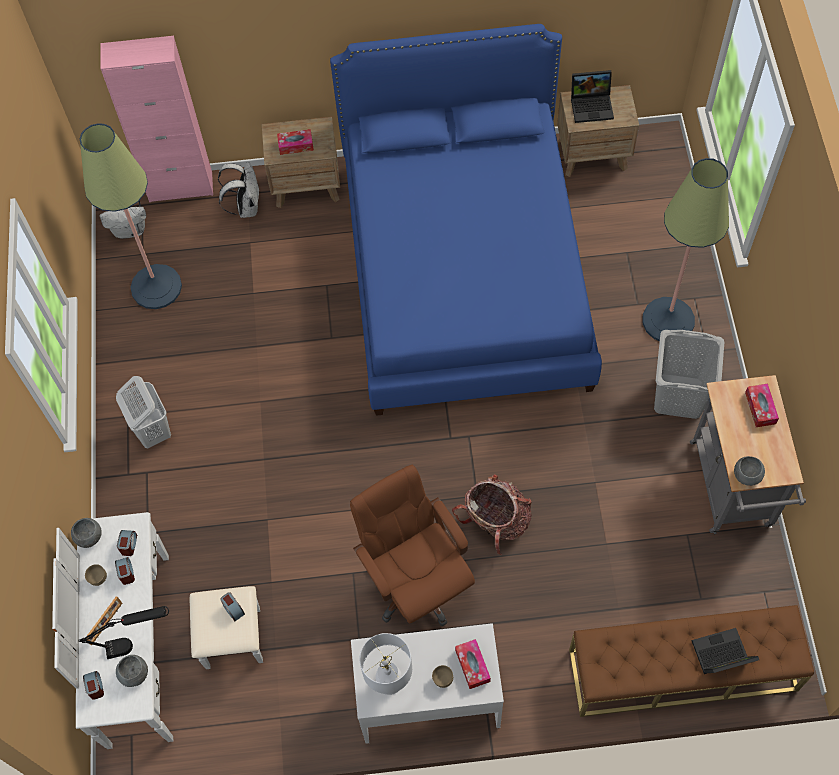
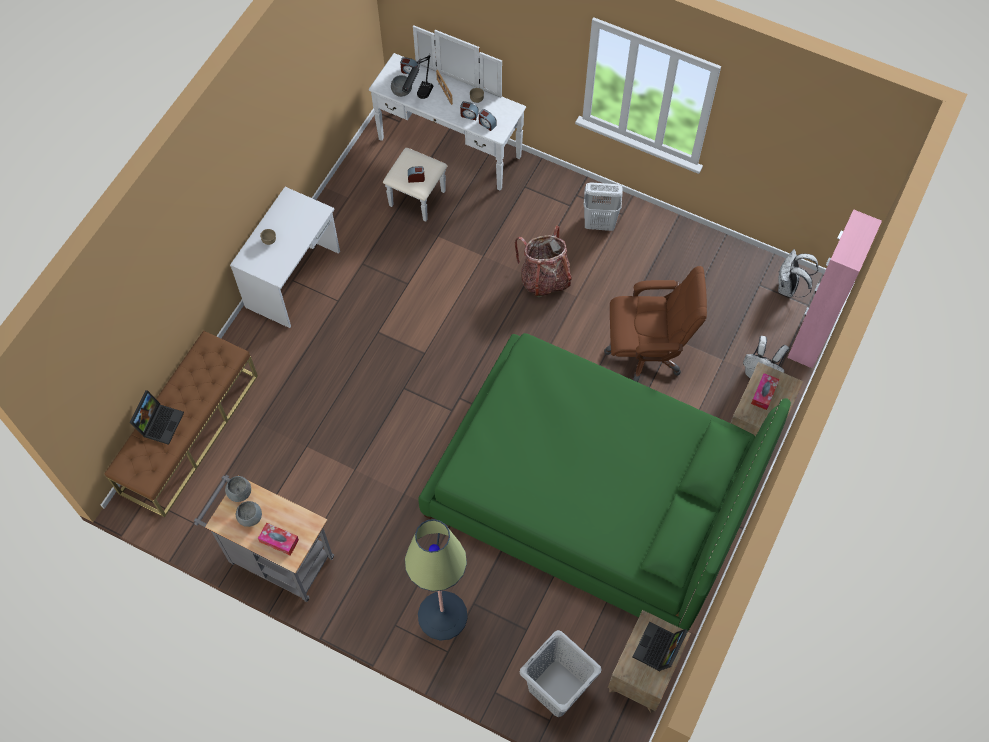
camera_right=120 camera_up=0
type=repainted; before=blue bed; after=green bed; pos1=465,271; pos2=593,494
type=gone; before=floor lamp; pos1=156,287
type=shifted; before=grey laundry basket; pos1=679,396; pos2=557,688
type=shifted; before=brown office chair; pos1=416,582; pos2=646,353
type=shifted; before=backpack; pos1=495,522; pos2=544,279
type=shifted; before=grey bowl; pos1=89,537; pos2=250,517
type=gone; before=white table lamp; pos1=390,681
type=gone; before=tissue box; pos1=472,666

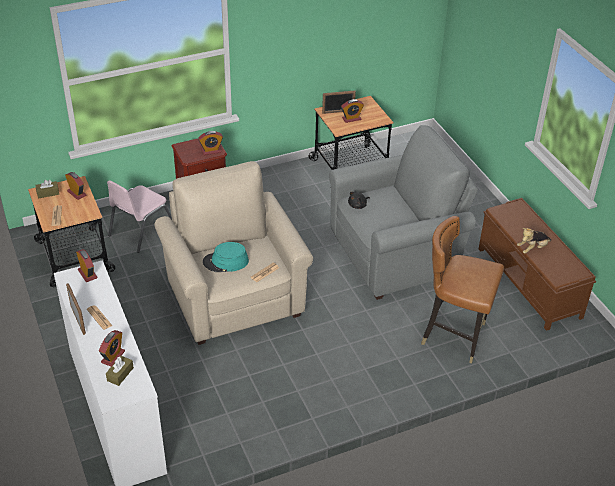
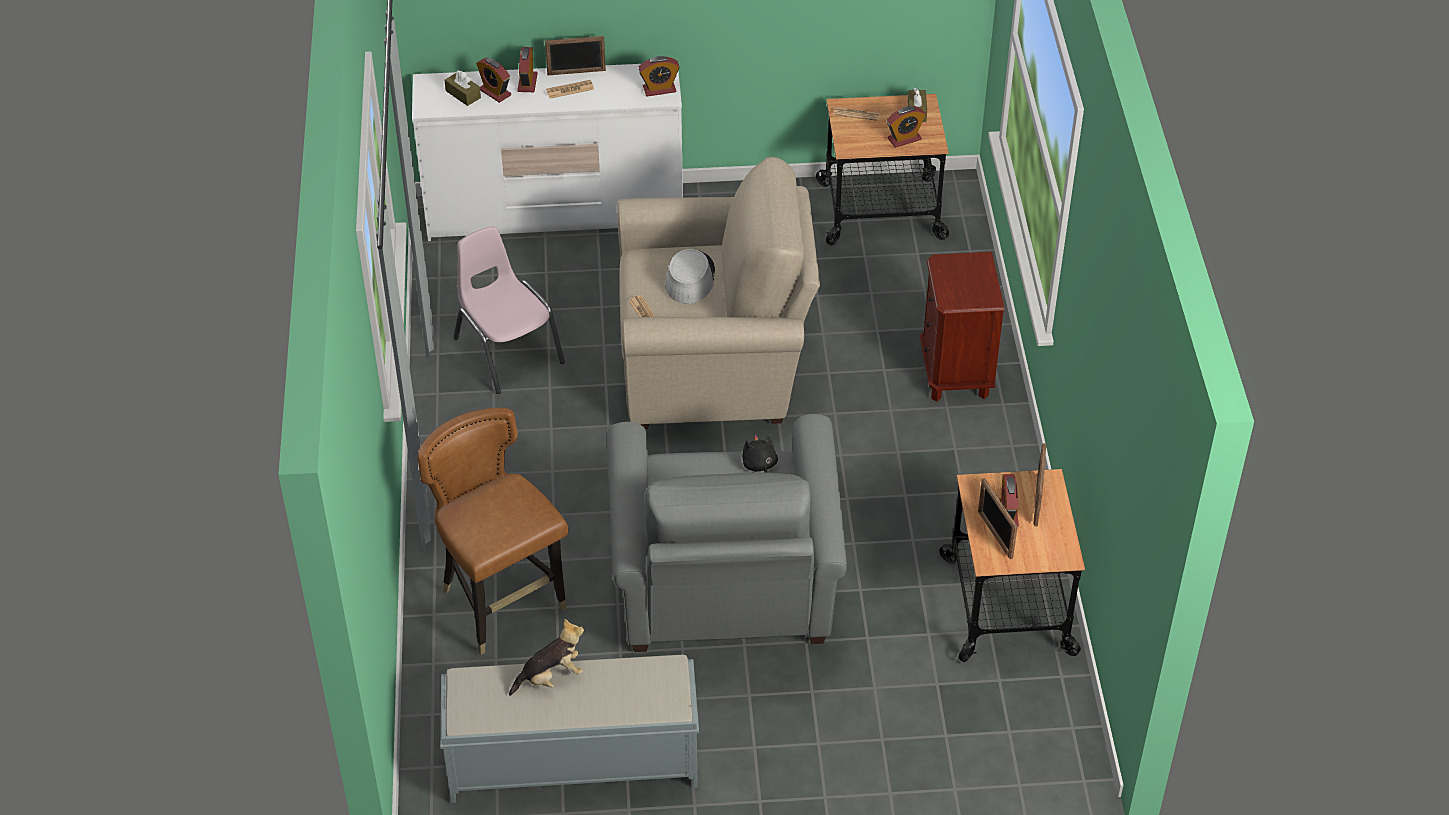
camera_right=110 camera_up=5
type=shifted; before=alarm clock; pos1=211,151; pos2=527,83
type=shifted; before=pink chair; pos1=141,230; pos2=507,350
type=repainted; before=brown bench; after=grey bench; pos1=529,283; pos2=571,761
type=rotated; before=brown chair; pos1=454,336; pos2=502,604; turn=-75
type=rotated; before=plush toy; pos1=532,248; pos2=551,677; turn=75
type=repainted; before=turquoise hat; after=grey hat; pos1=225,262; pos2=689,278
type=new; after=picture frame; pos2=995,534

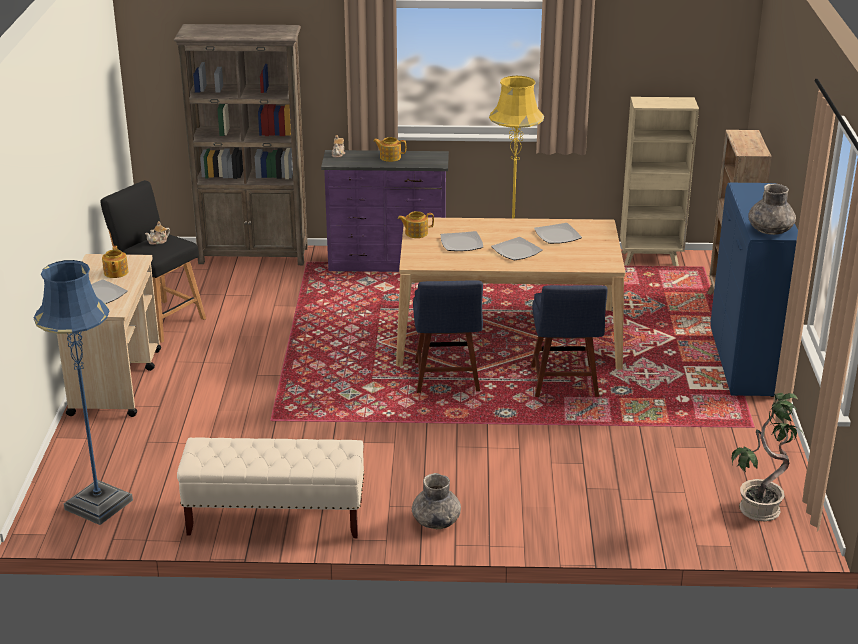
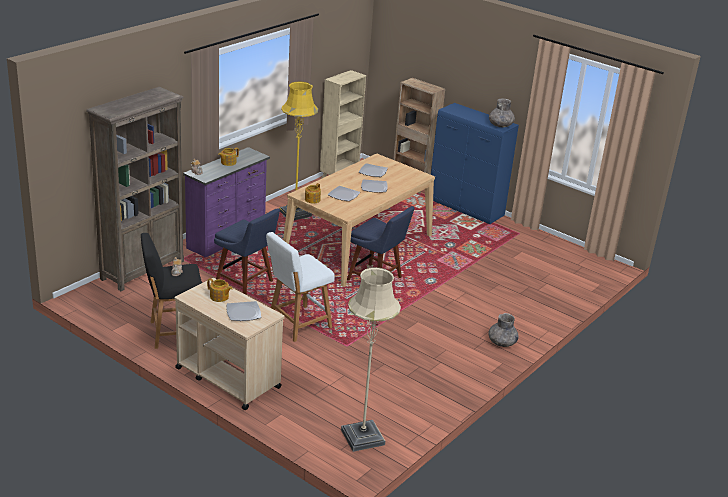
camera_right=-55 camera_up=0
type=repainted; before=blue floor lamp; after=beige floor lamp; pos1=98,504; pos2=362,437
type=shifted; before=blue chair; pos1=564,384; pos2=246,283
type=gone; before=potted plant; pos1=758,508
type=gone; before=beige bench; pos1=275,518
type=new; after=white stool; pos2=297,324

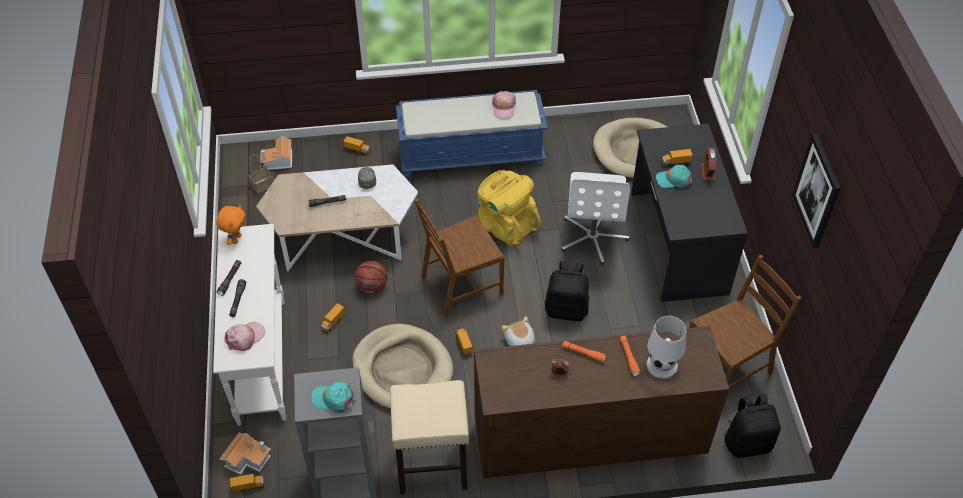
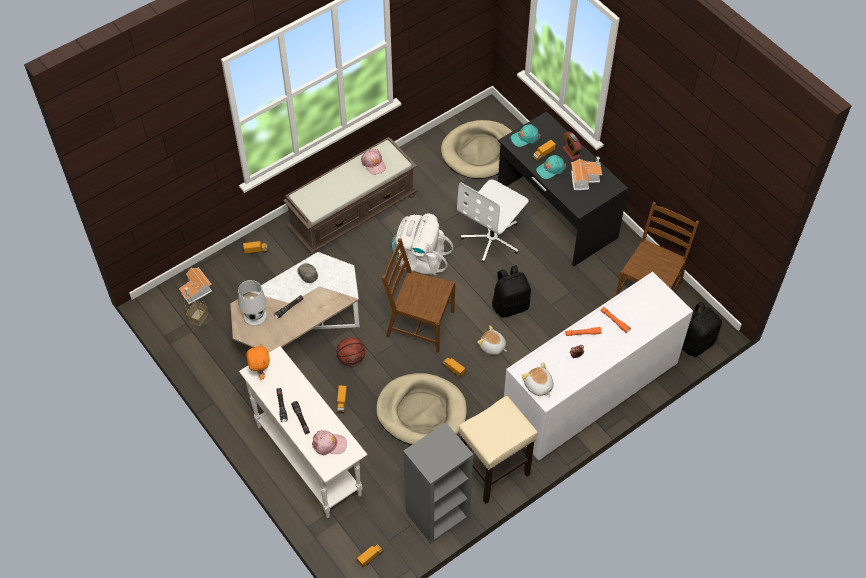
camera_right=-30 camera_up=5
type=repainted; before=blue bench; after=brown bench; pos1=472,154; pos2=353,212
type=gone; before=picture; pos1=817,191
type=repainted; before=yellow backpack; after=white backpack; pos1=505,225; pos2=419,259
type=rotated; before=white office chair; pos1=593,237; pos2=492,238; turn=60
type=rotated; before=brown chair; pos1=461,285; pos2=419,324; turn=75
type=shifted; before=white table lamp; pos1=661,365; pos2=255,316
type=rotated; before=pink cap; pos1=245,337; pos2=329,444; turn=75
type=repainted; before=brown dresser; after=white dresser; pos1=587,439; pos2=588,395
type=shifted; before=turquoise cap; pos1=333,399; pos2=525,138
type=shifted; before=toy house; pos1=248,458; pos2=584,178
type=new; after=plush toy; pos2=538,386

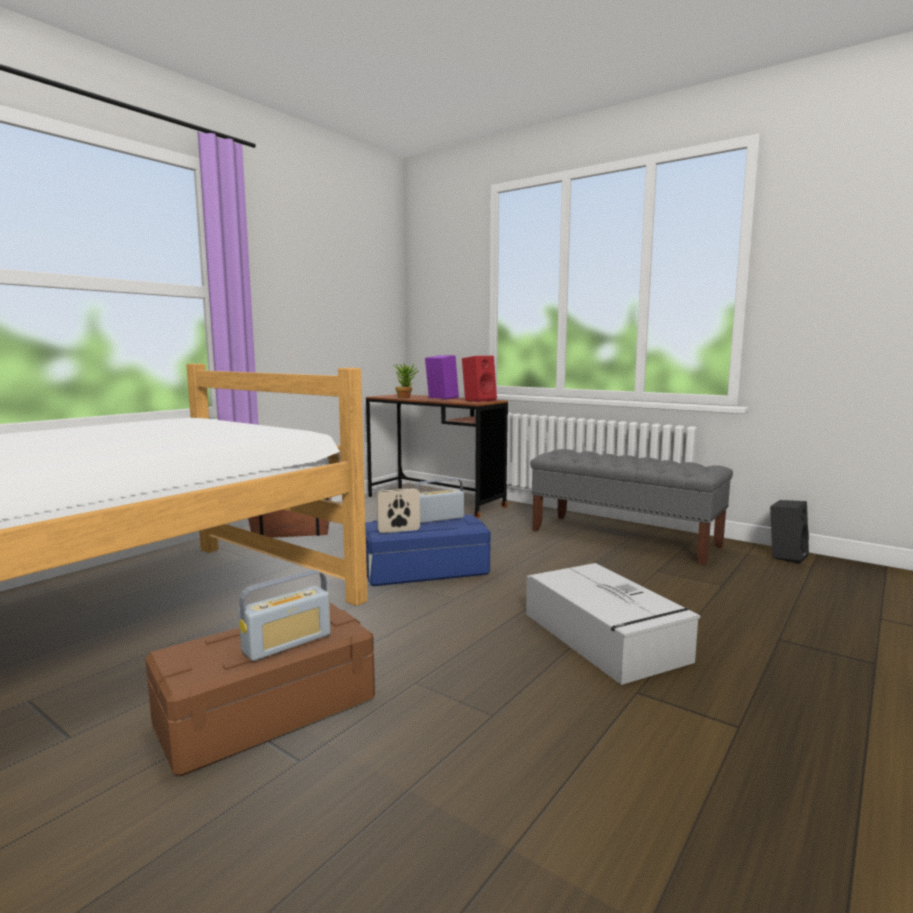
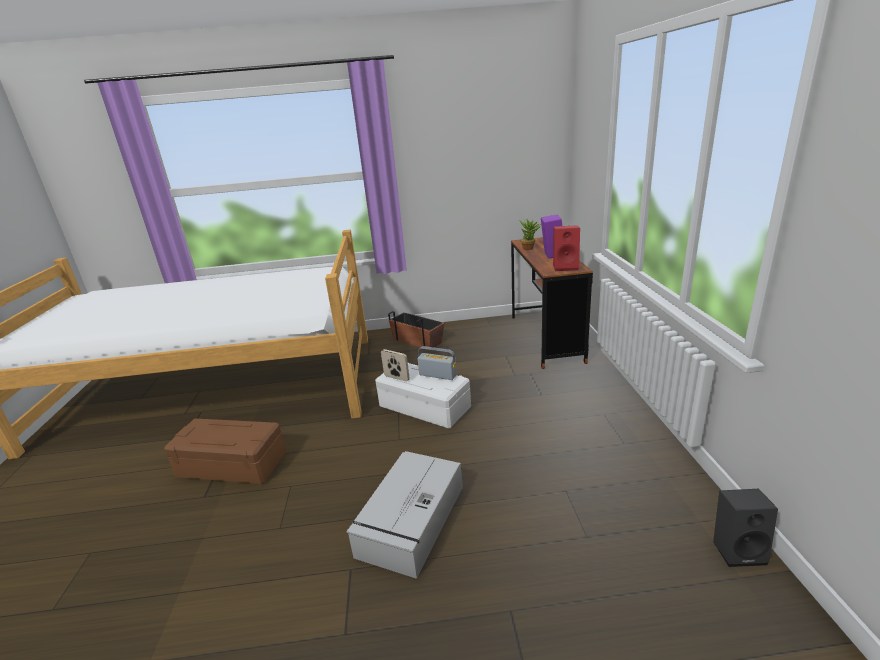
camera_right=50 camera_up=15
type=gone; before=grey bench; pos1=624,538
type=repainted; before=blue storage box; after=white storage box; pos1=425,571; pos2=423,407
type=gone; before=radio; pos1=287,643

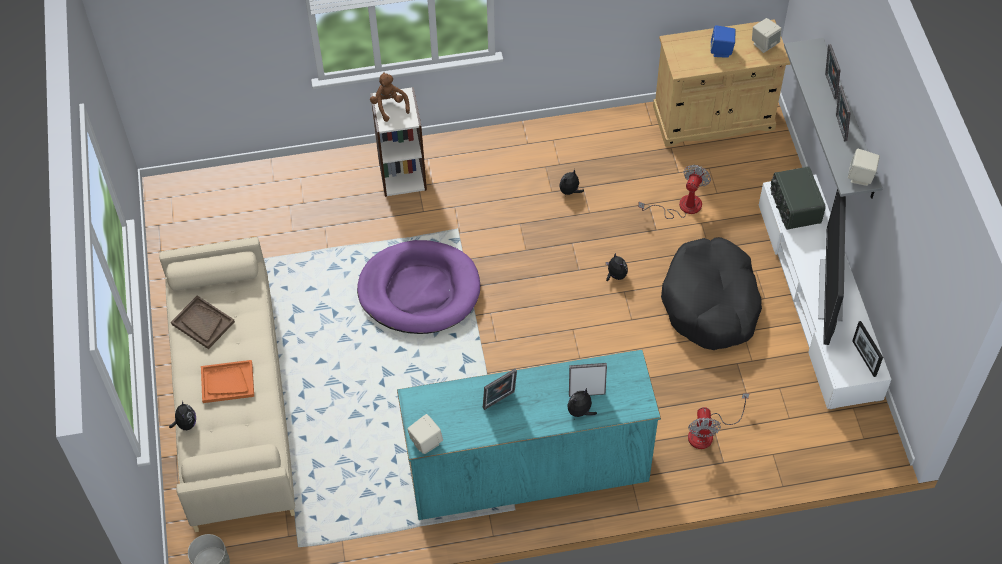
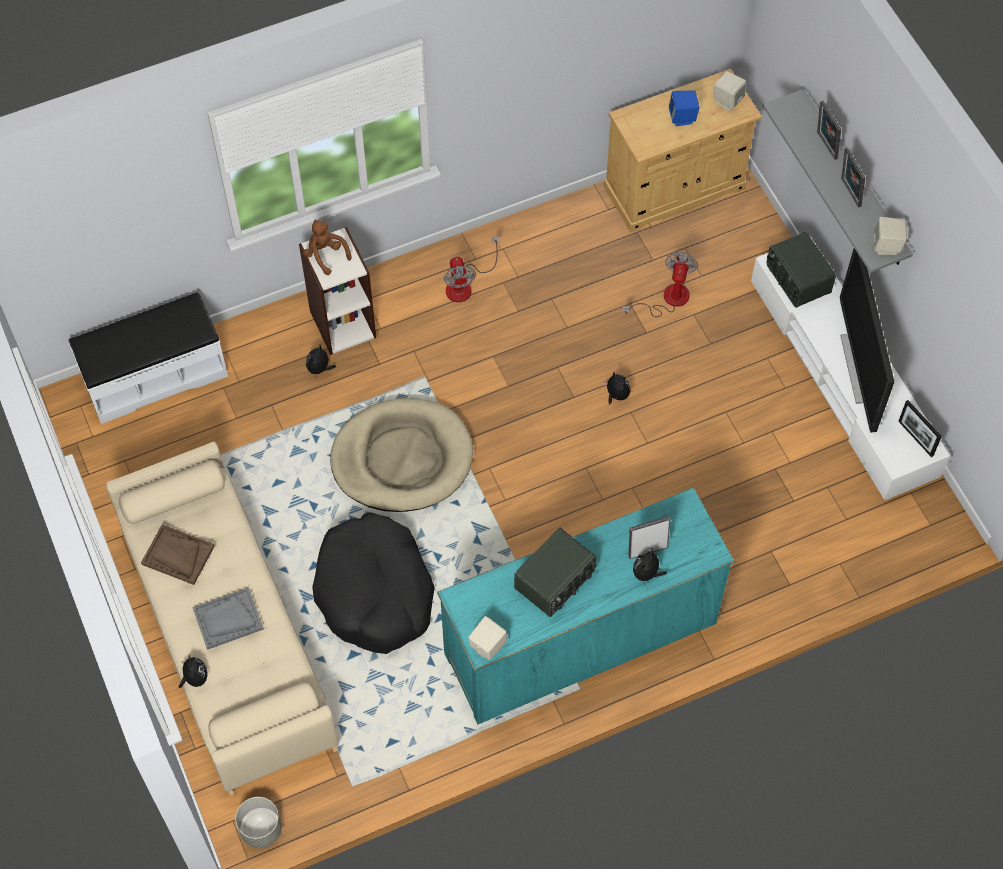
camera_right=-15 camera_up=5
type=shifted; before=plush toy; pos1=570,191; pos2=319,369
type=shifted; before=black dog bed; pos1=711,303; pos2=375,592
type=repainted; before=purple dog bed; after=beige dog bed; pos1=419,290; pos2=402,458
type=repainted; before=orange tray; after=grey tray; pos1=227,382; pos2=228,619
type=swapped; before=picture frame; after=radio; pos1=500,401; pos2=555,581
type=shifted; before=fan; pos1=708,432; pos2=465,284
type=new; after=white bench; pos2=155,376

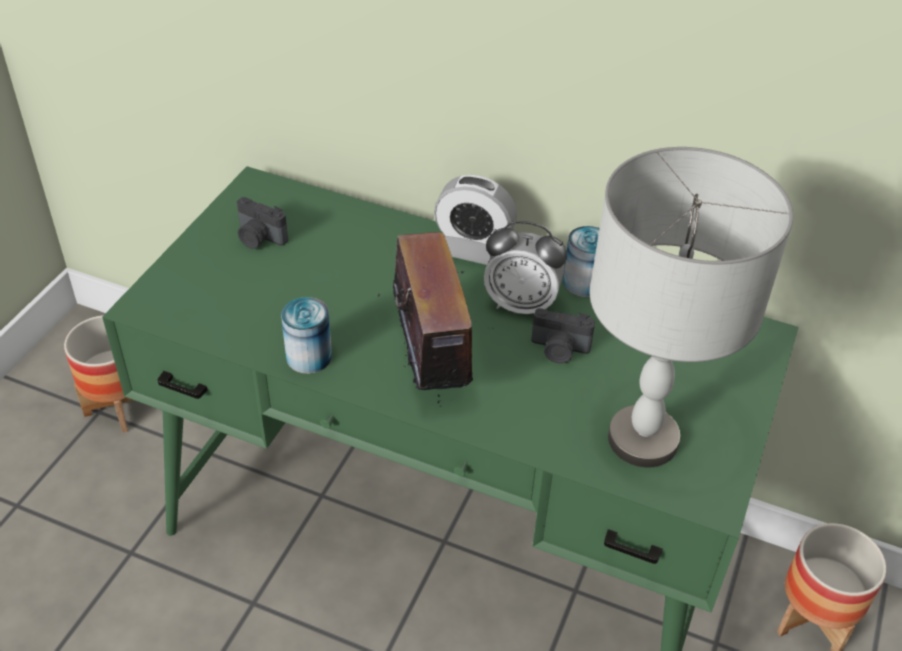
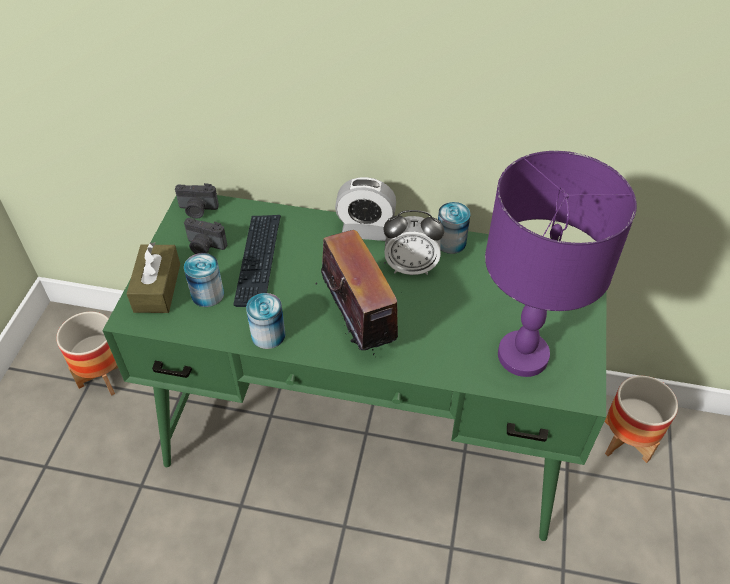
camera_right=-10 camera_up=5
type=repainted; before=grey table lamp; after=purple table lamp; pos1=642,438; pos2=522,355
type=shifted; before=photo camera; pos1=559,350; pos2=197,210
type=new; after=keyboard; pos2=258,260
type=new; after=brown tissue box; pos2=157,287
type=new; after=can; pos2=207,294

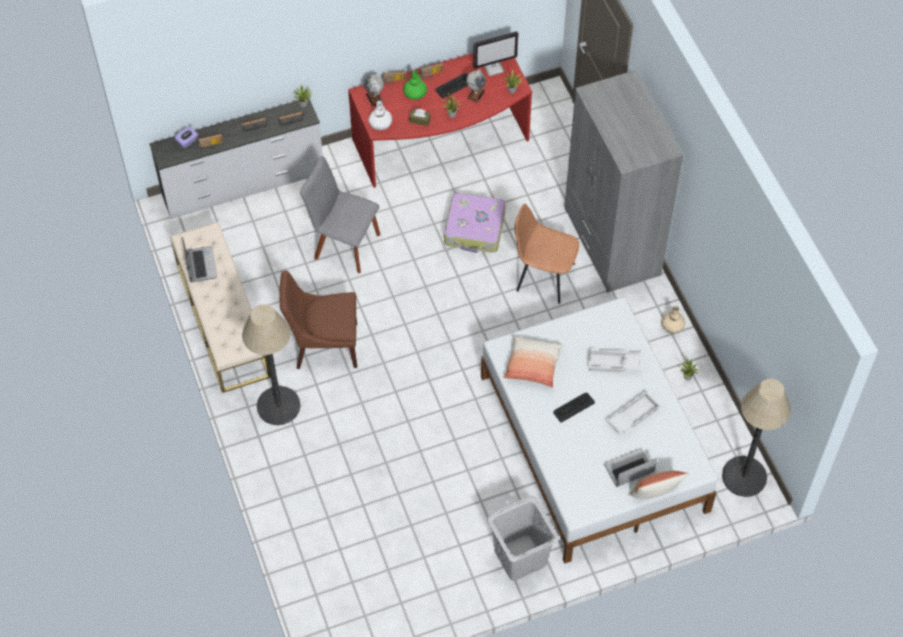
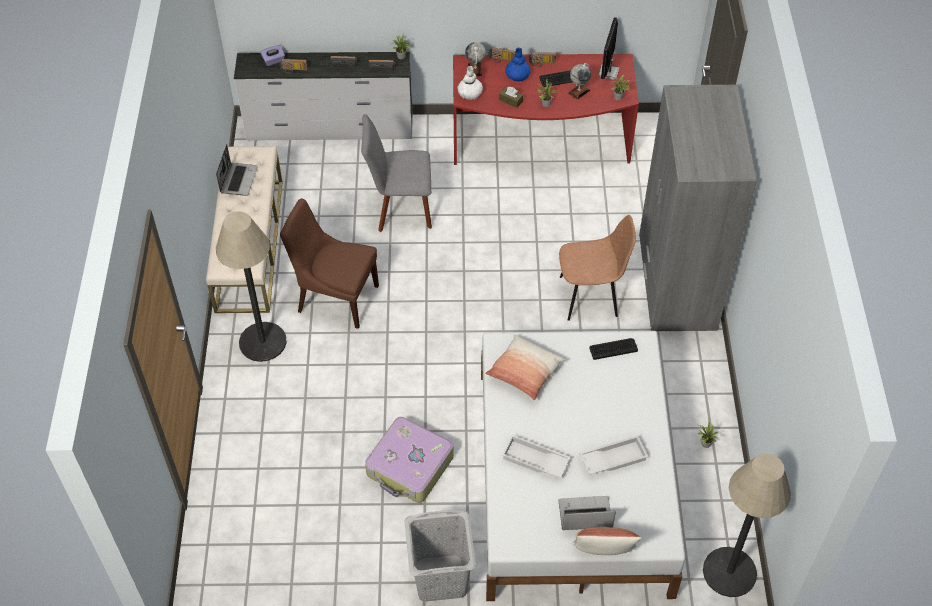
camera_right=20 camera_up=-5
type=rotated; before=monitor; pos1=494,68; pos2=608,72; turn=105
type=repainted; before=green vase; after=blue vase; pos1=415,93; pos2=517,75
type=rotated; before=grey chair; pos1=344,244; pos2=400,209; turn=-45
type=shifted; before=suitcase; pos1=475,229; pos2=410,467
type=rotated; before=brown chair; pos1=543,276; pos2=590,296; turn=135
type=gone; before=beige vase; pos1=672,326
type=shifted; before=white tray; pos1=613,364; pos2=534,461
type=shifted; before=keyboard; pos1=573,407; pos2=613,349

